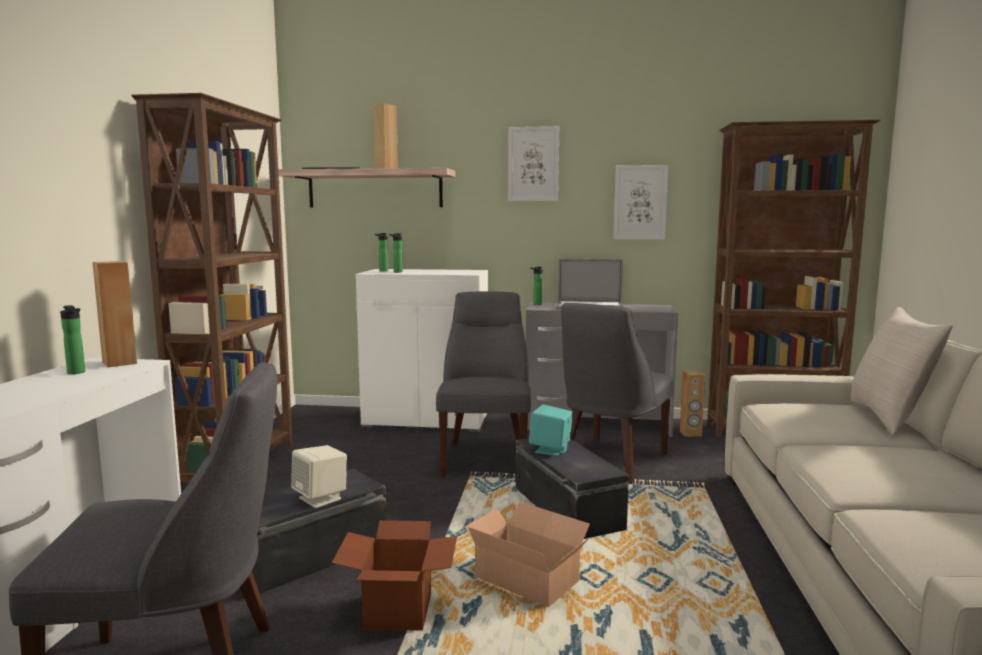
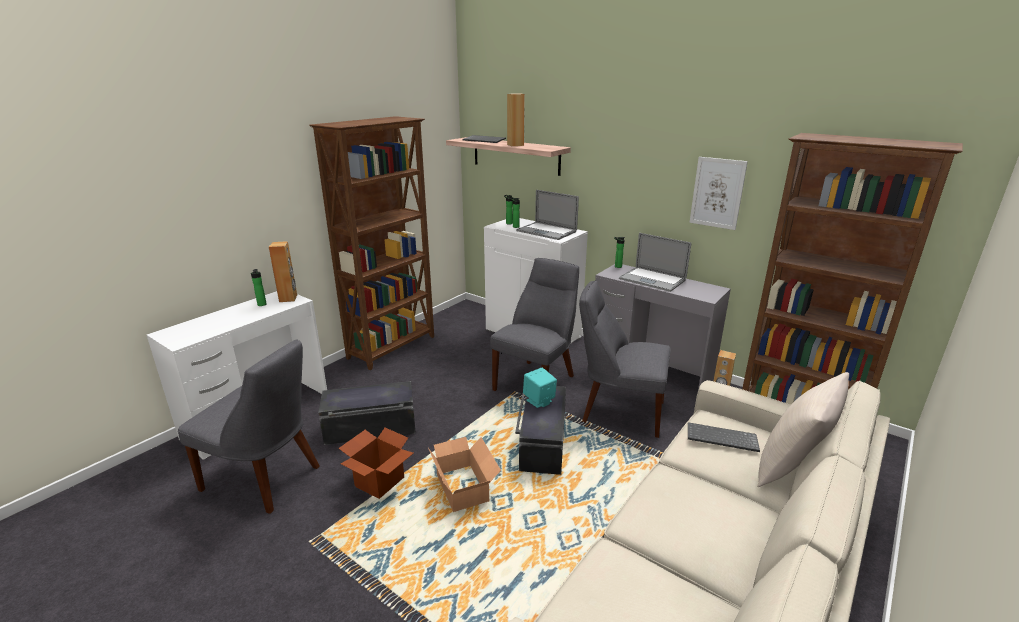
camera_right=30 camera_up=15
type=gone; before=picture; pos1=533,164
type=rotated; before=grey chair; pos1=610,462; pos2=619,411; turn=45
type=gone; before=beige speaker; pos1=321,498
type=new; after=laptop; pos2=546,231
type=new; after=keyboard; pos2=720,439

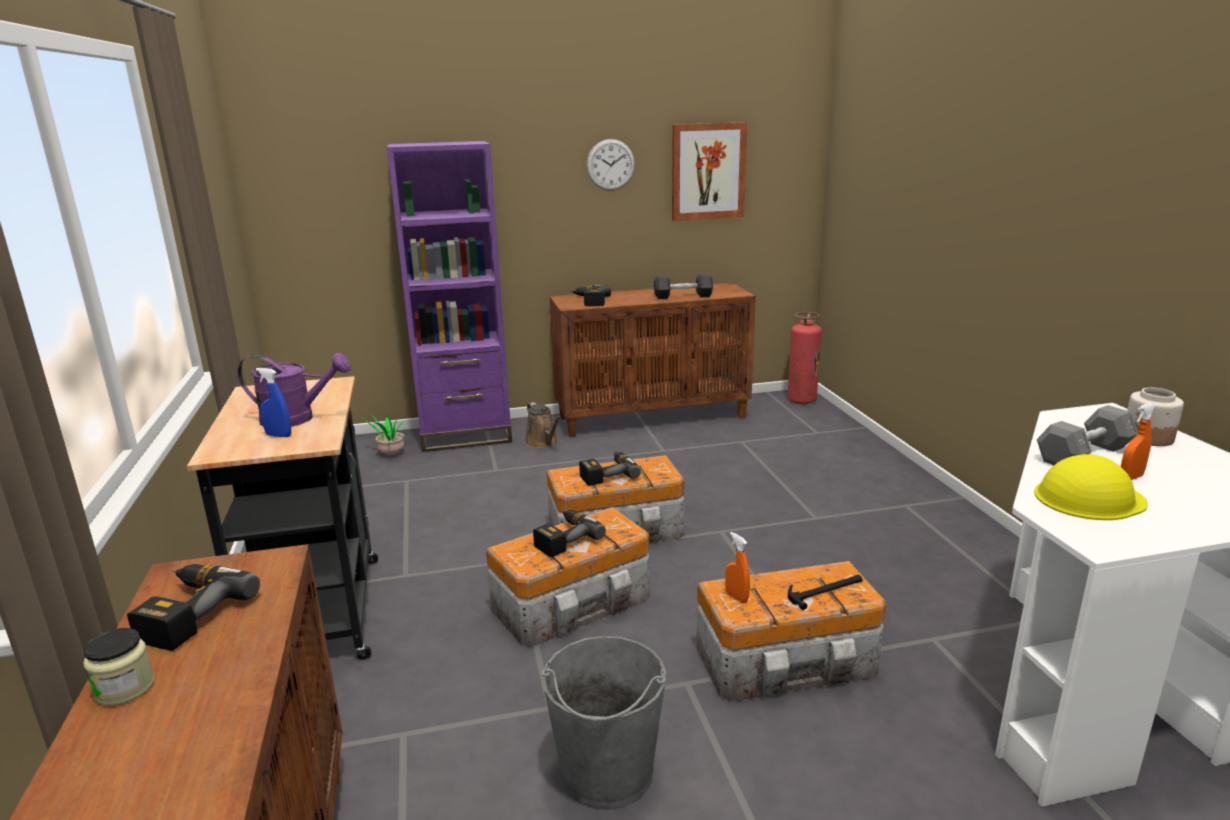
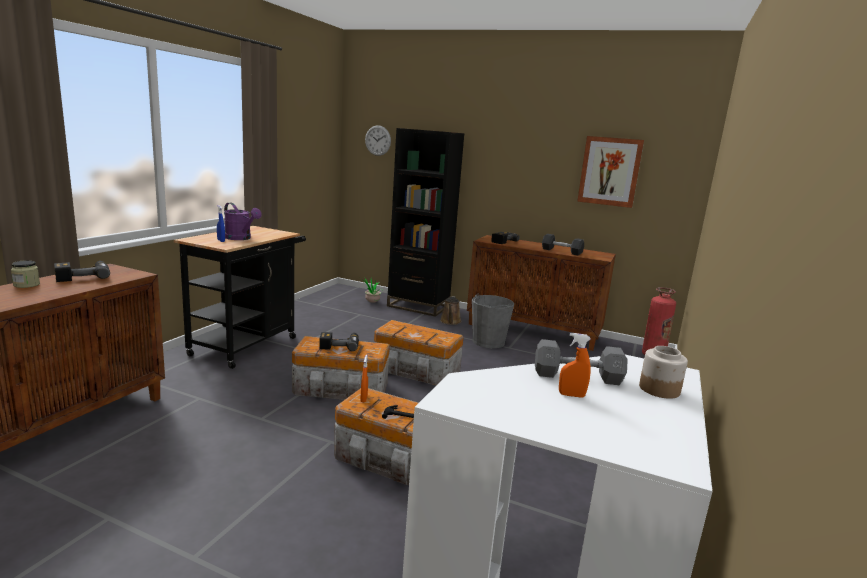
camera_right=35 camera_up=-5
type=shifted; before=wall clock; pos1=610,165; pos2=378,140
type=repainted; before=purple bookcase; after=black bookcase; pos1=465,435; pos2=418,306
type=gone; before=power drill; pos1=607,474
type=gone; before=yellow hard hat; pos1=1088,498
type=shifted; before=grey bucket; pos1=606,773; pos2=488,342

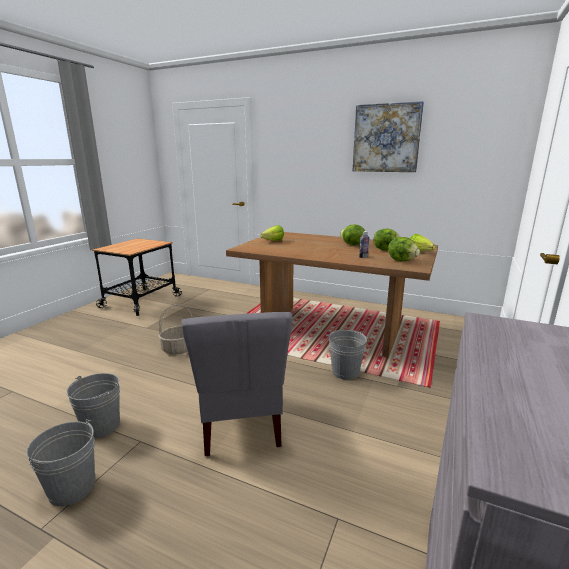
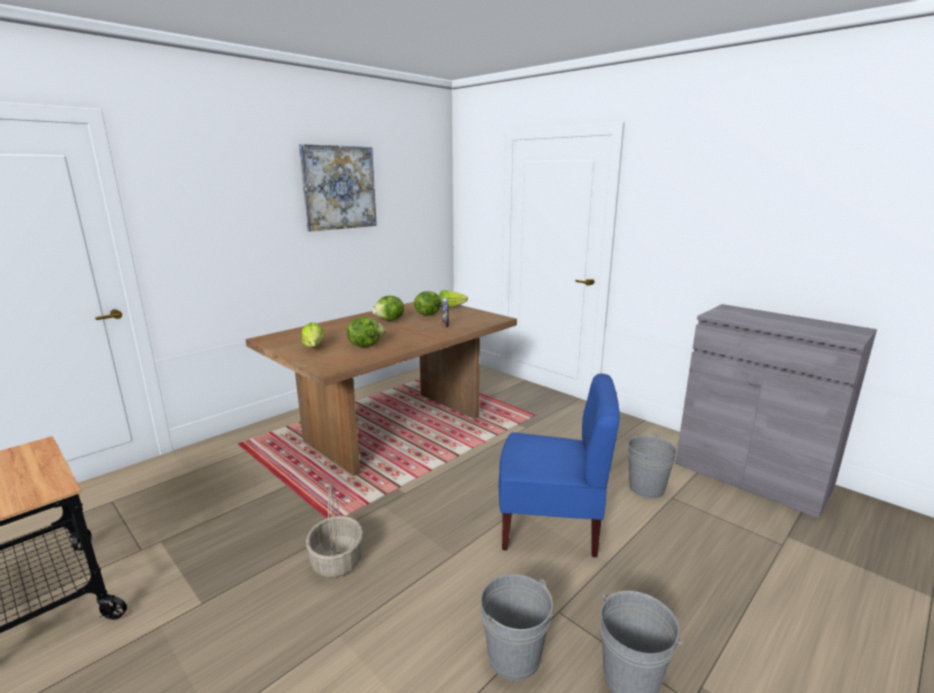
camera_right=-70 camera_up=0
type=shifted; before=lettuce; pos1=402,260; pos2=365,345
type=repainted; before=grey chair; after=blue chair; pos1=241,424; pos2=551,526
type=shifted; before=grey bucket; pos1=345,372; pos2=646,488

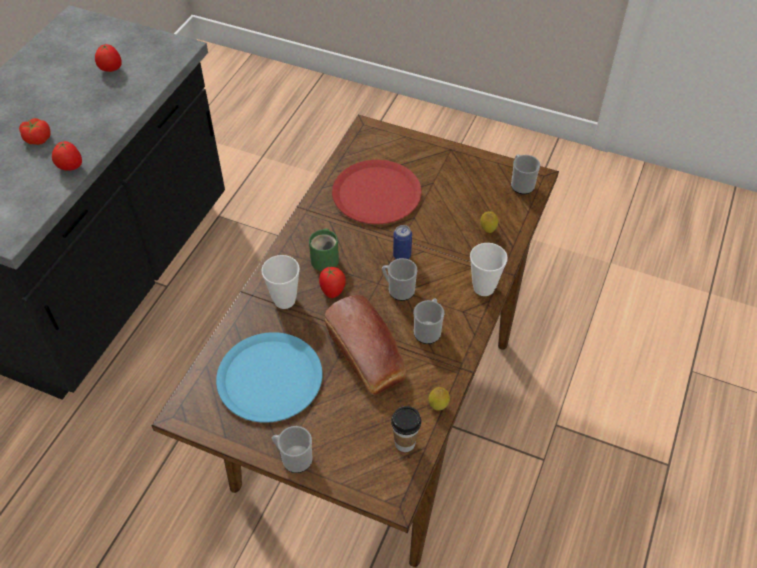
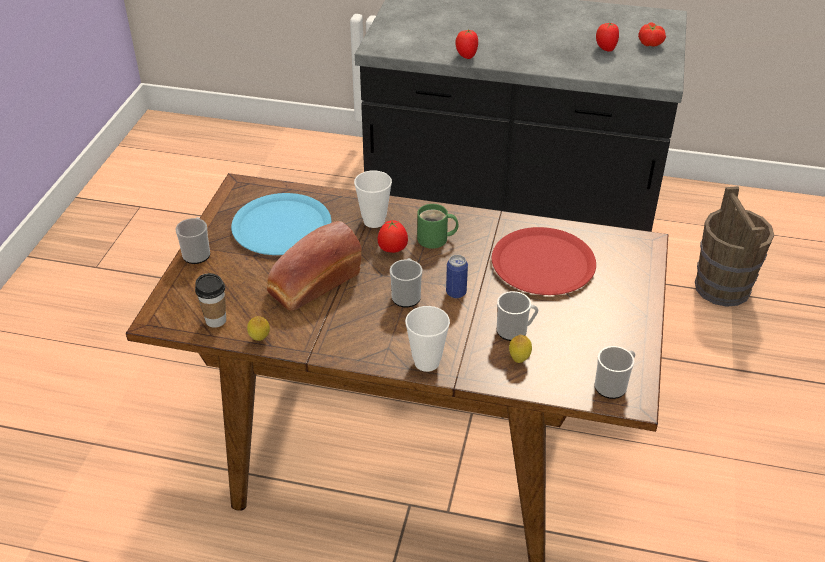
camera_right=80 camera_up=-10
type=shifted; before=tomato; pos1=38,138; pos2=650,43
type=shifted; before=mug; pos1=428,330; pos2=515,331
type=new; after=brown bucket; pos2=722,287

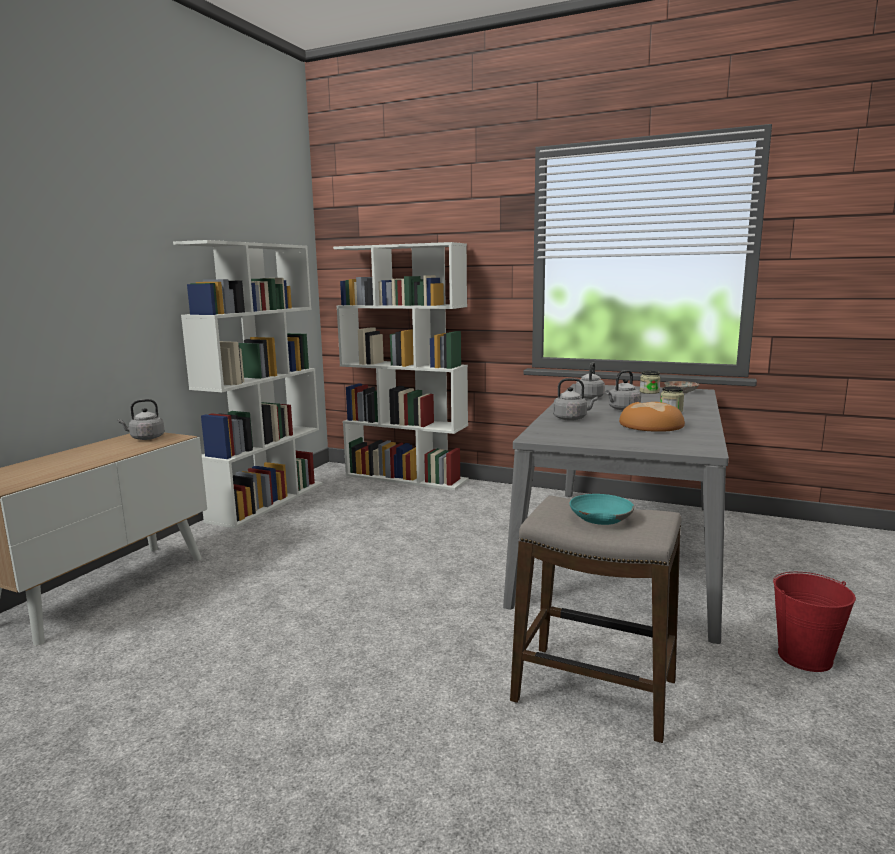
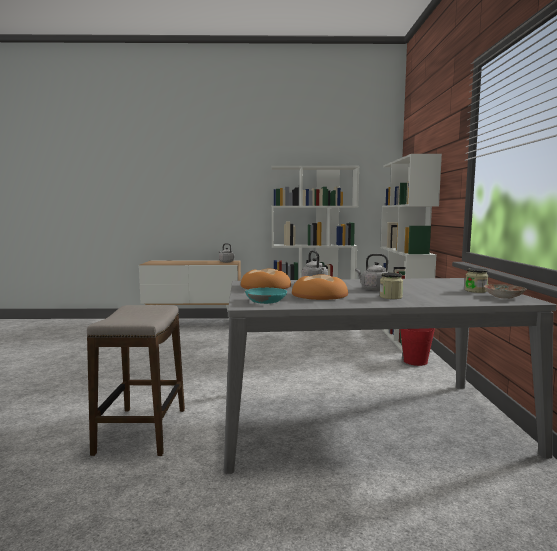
camera_right=65 camera_up=-5
type=gone; before=grey kettle; pos1=590,397
type=shifted; before=turquoise bowl; pos1=599,517; pos2=266,301
type=shifted; before=red bucket; pos1=805,657; pos2=415,361
type=new; after=bread; pos2=266,287

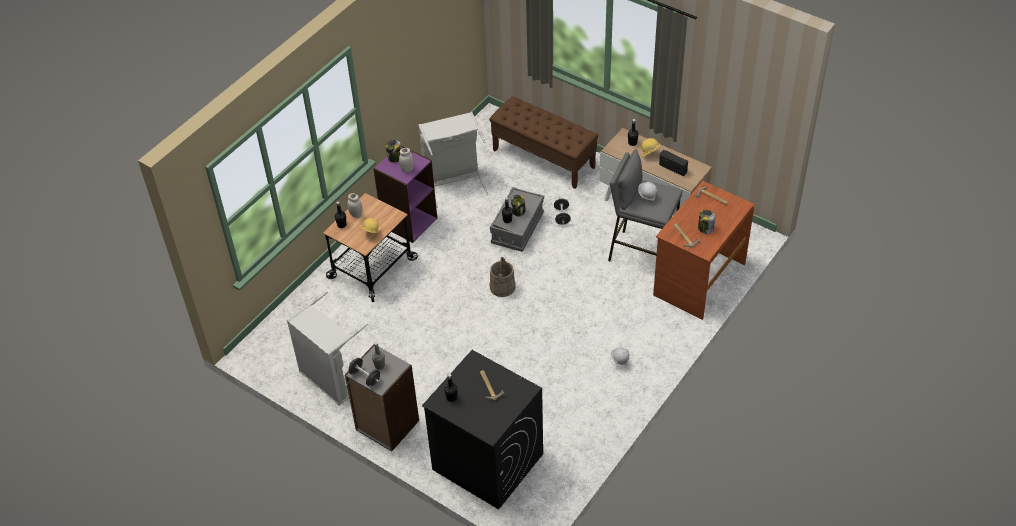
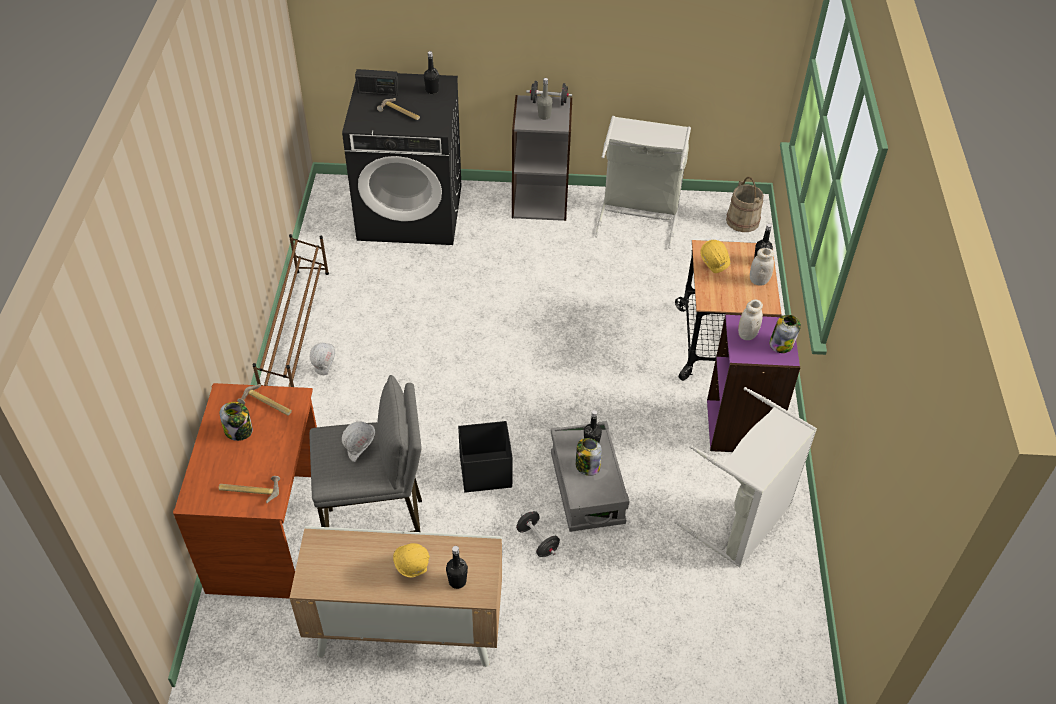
camera_right=145 camera_up=0
type=gone; before=brown bench; pos1=544,159
type=shifted; before=radio; pos1=673,168; pos2=378,92
type=shifted; before=beige bucket; pos1=502,287; pos2=743,221
type=new; after=brown shoe rack; pos2=297,333
type=new; after=black storage box; pos2=484,471

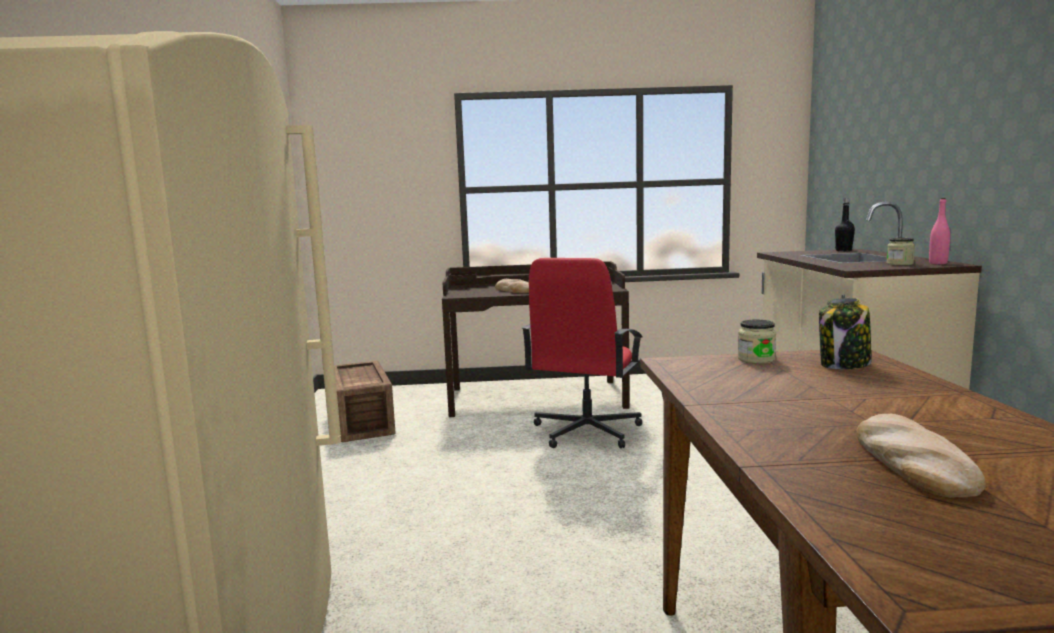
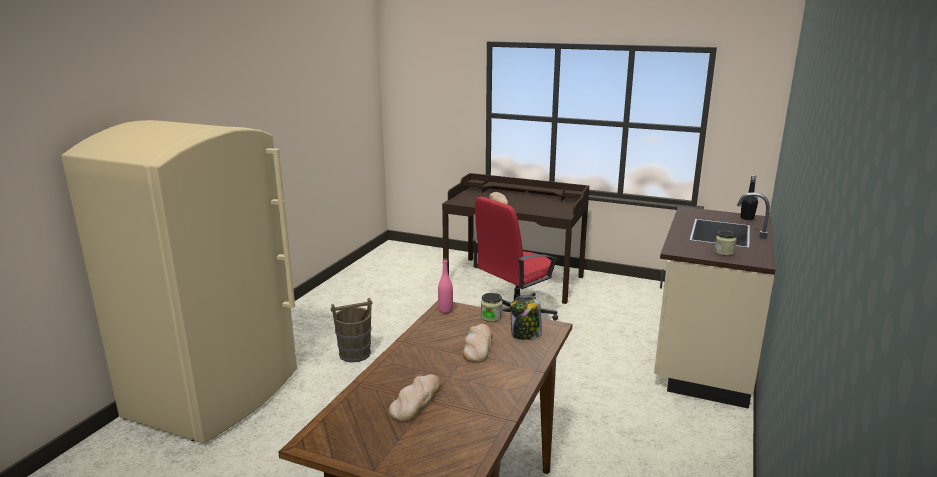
camera_right=25 camera_up=10
type=shifted; before=pink bottle; pos1=938,263; pos2=445,310
type=gone; before=crate; pos1=364,421
type=new; after=brown bucket; pos2=354,354
type=new; after=bread; pos2=478,346

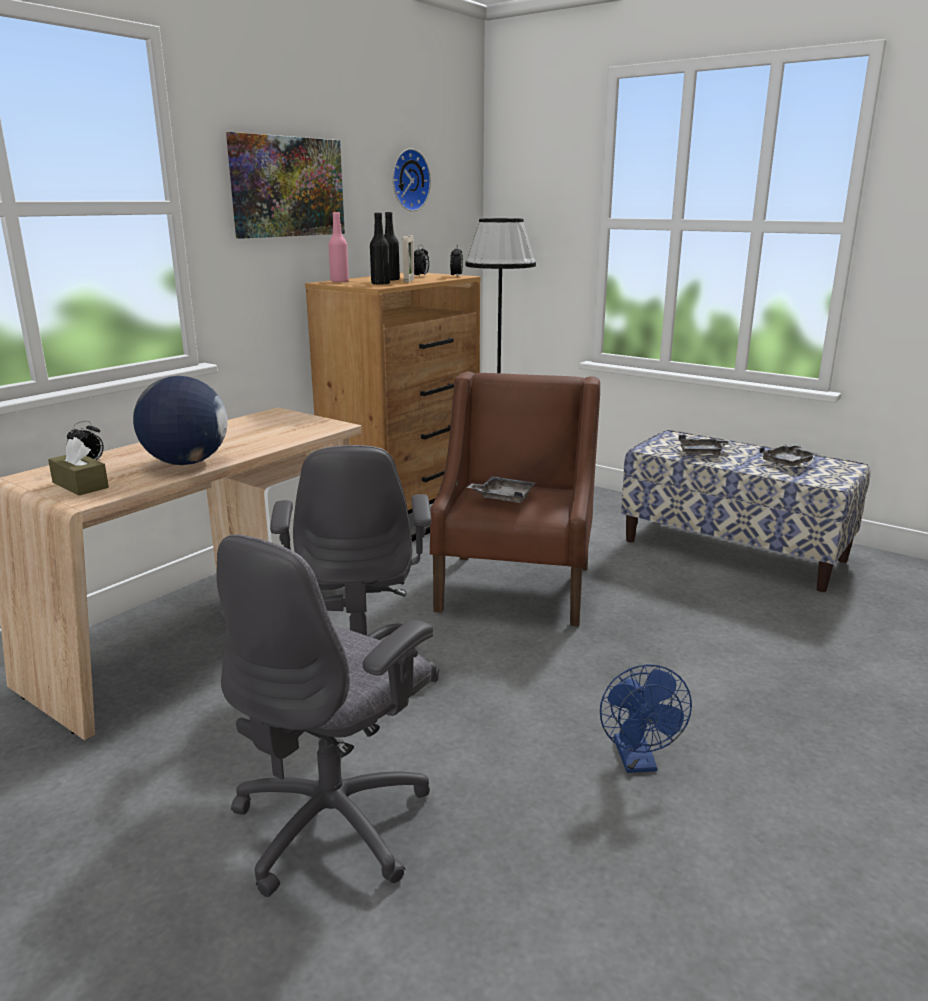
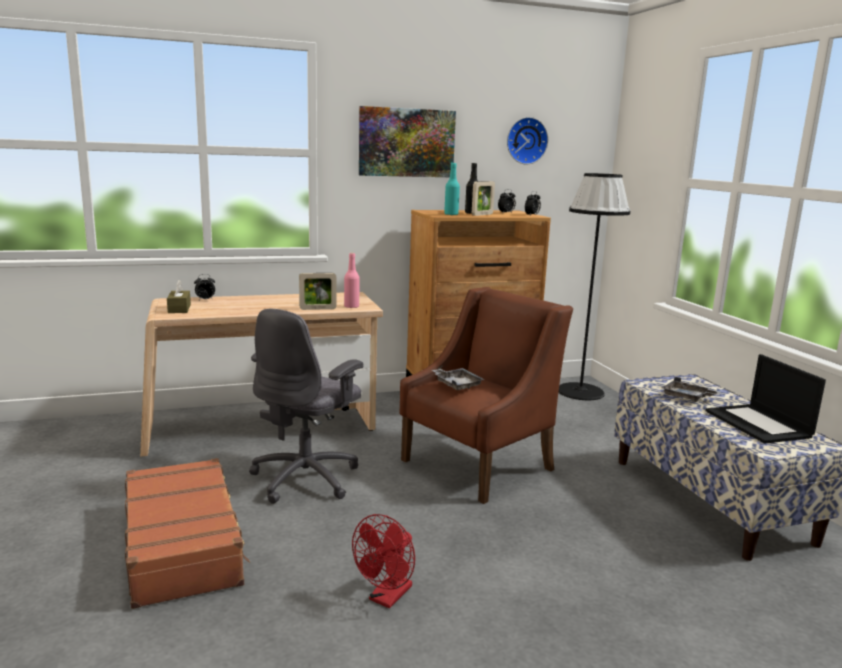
camera_right=35 camera_up=-5
type=shifted; before=pink bottle; pos1=339,281; pos2=351,306
type=repainted; before=black bottle; after=turquoise bottle; pos1=380,284; pos2=451,214
type=gone; before=globe; pos1=186,463
type=swapped; before=grey tray; after=laptop; pos1=788,462; pos2=759,424
type=swapped; before=grey office chair; after=brown suitcase; pos1=335,822; pos2=184,544
type=repainted; before=blue fan; after=red fan; pos1=638,762; pos2=387,598
type=new; after=picture frame; pos2=318,309

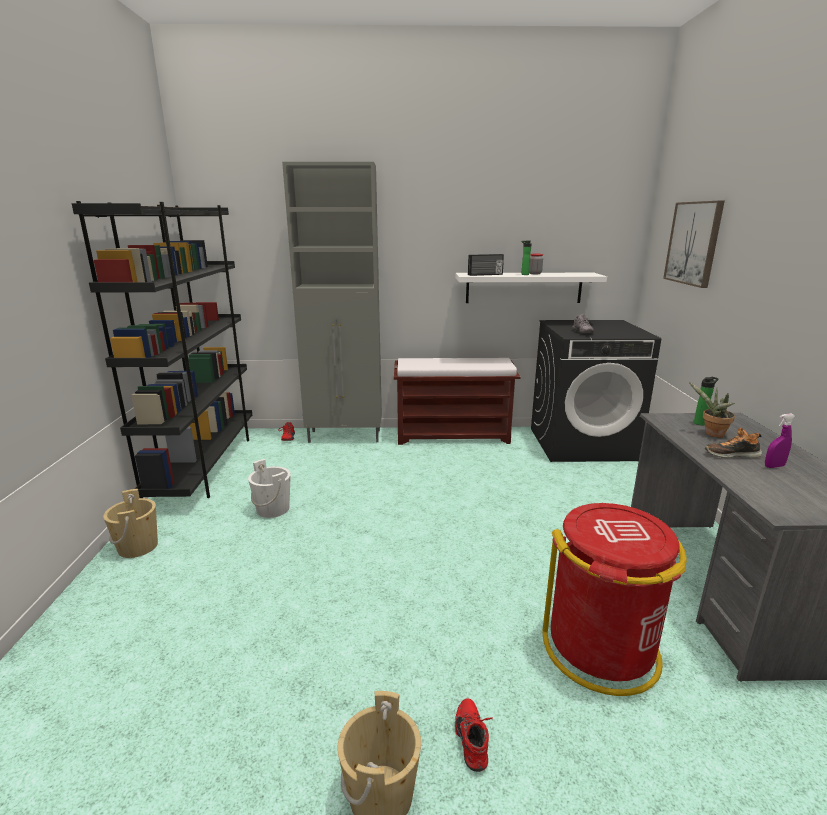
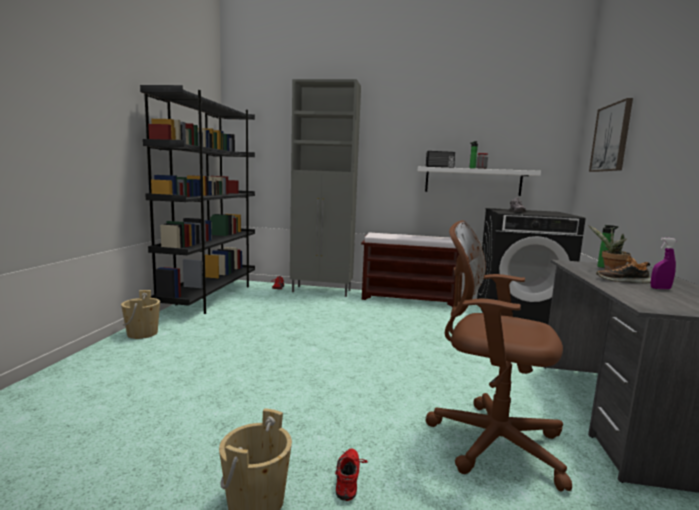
camera_right=10 camera_up=-10
type=gone; before=white bucket; pos1=273,509
type=swapped; before=red trash can; after=brown office chair; pos1=601,649; pos2=489,440

